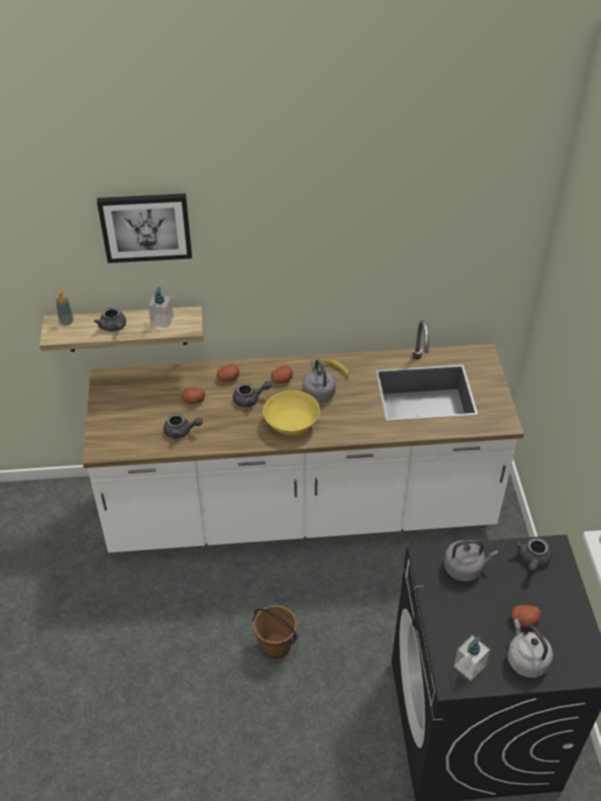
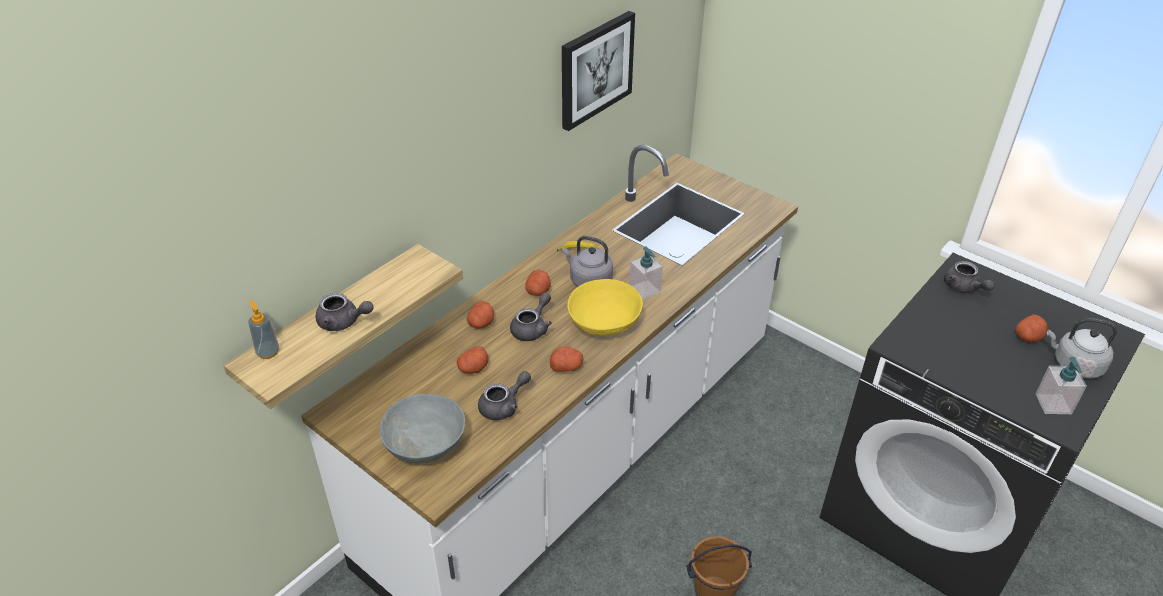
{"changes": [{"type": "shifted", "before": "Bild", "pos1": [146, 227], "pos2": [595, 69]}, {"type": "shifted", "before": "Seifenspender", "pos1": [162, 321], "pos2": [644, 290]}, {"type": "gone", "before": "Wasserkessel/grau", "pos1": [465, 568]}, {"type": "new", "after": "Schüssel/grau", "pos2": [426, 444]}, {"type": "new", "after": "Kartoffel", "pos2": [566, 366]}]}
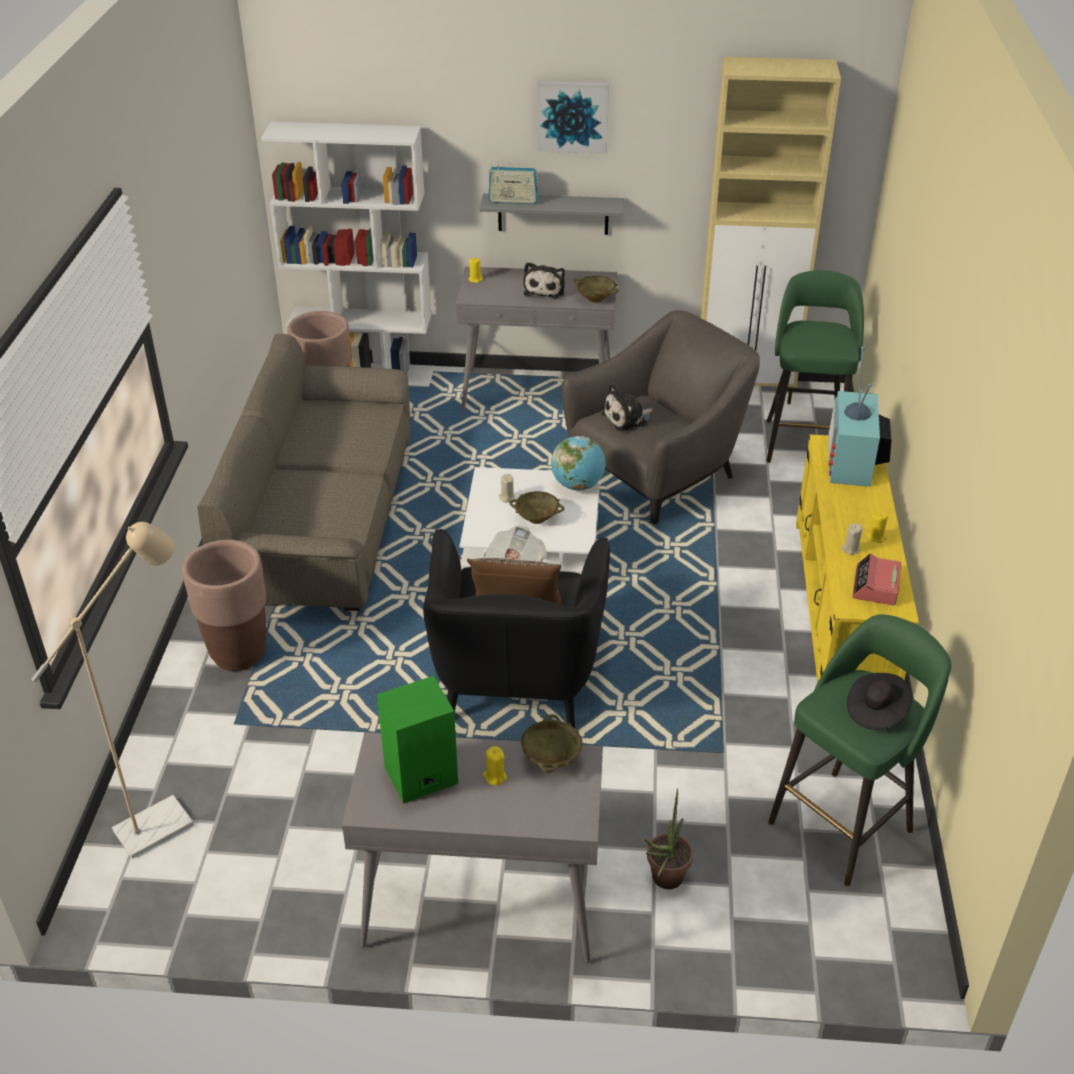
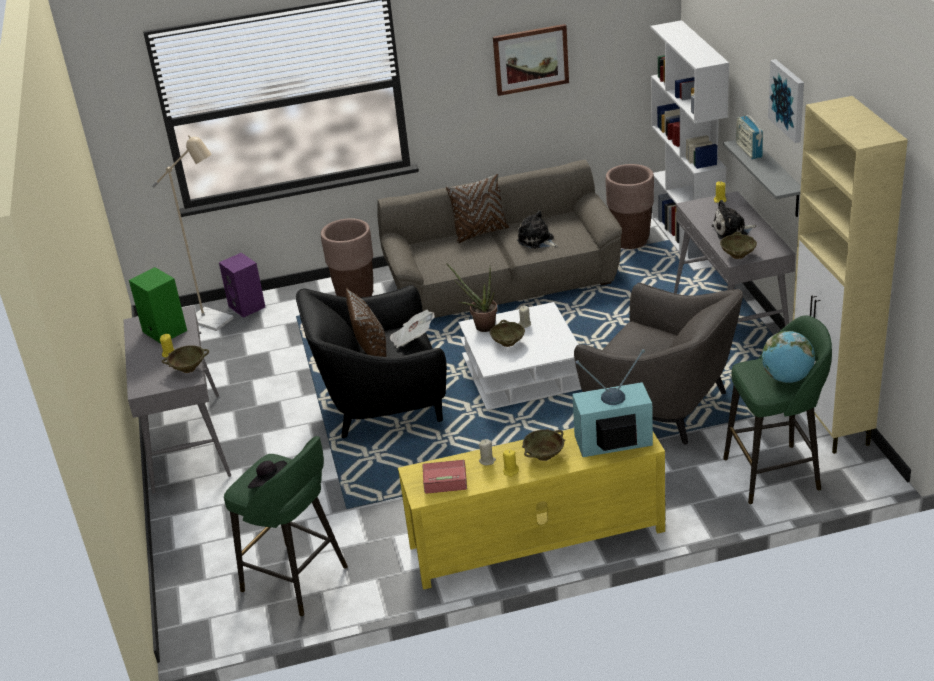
{"changes": [{"type": "shifted", "before": "Globus", "pos1": [578, 485], "pos2": [787, 378]}, {"type": "shifted", "before": "Plüschtier", "pos1": [627, 419], "pos2": [537, 241]}, {"type": "shifted", "before": "Topfpflanze", "pos1": [663, 881], "pos2": [480, 326]}, {"type": "new", "after": "Lautsprecher/lila", "pos2": [248, 307]}, {"type": "new", "after": "Kissen/braun", "pos2": [480, 233]}, {"type": "new", "after": "Bild", "pos2": [530, 59]}, {"type": "new", "after": "Schüssel/beige", "pos2": [544, 455]}]}
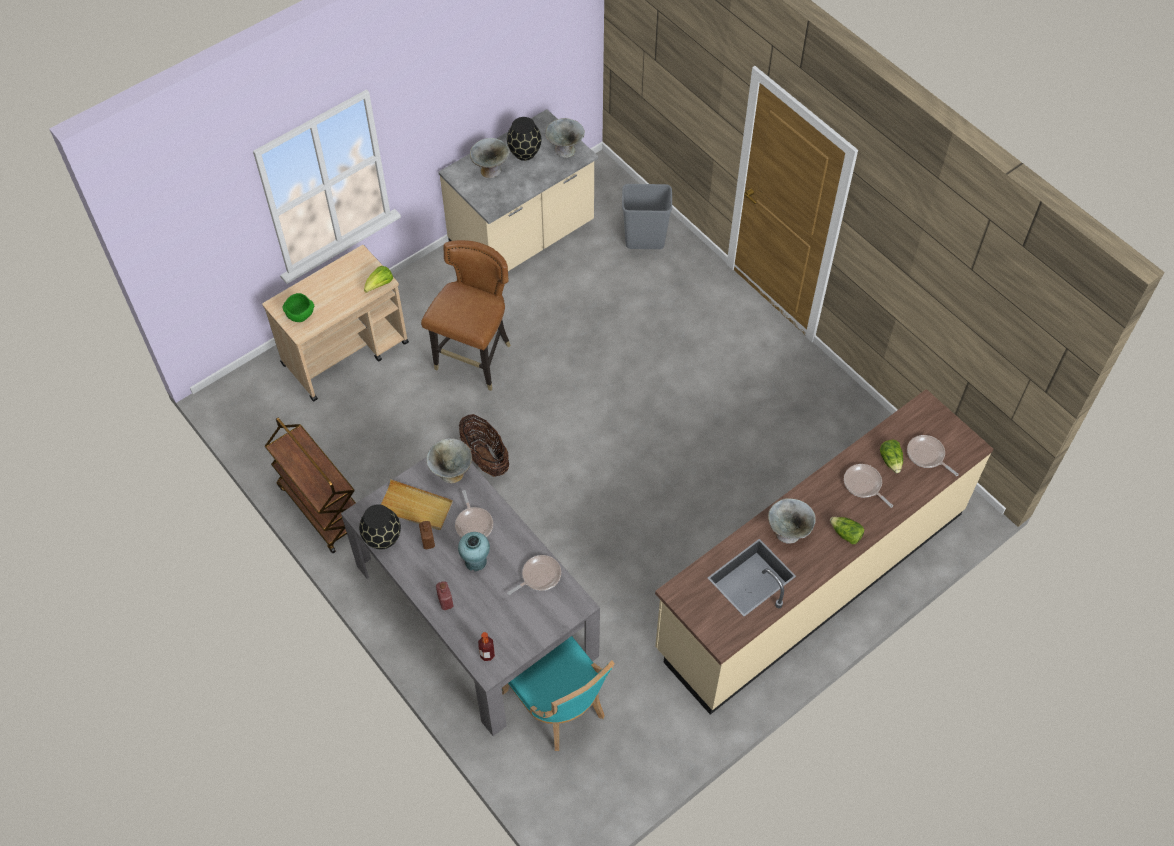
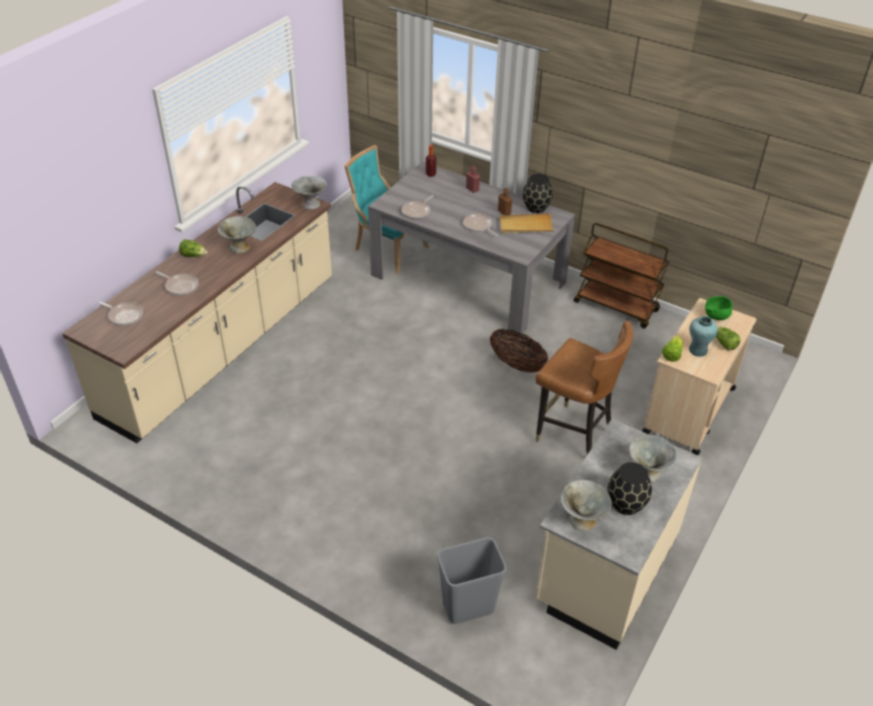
{"changes": [{"type": "rotated", "before": "Stuhl/braun", "pos1": [475, 360], "pos2": [573, 434], "turn": -60}, {"type": "shifted", "before": "Schüssel/grau", "pos1": [451, 473], "pos2": [310, 204]}, {"type": "shifted", "before": "Vase/türkis", "pos1": [476, 561], "pos2": [698, 350]}, {"type": "shifted", "before": "Salatkopf", "pos1": [891, 460], "pos2": [724, 343]}]}
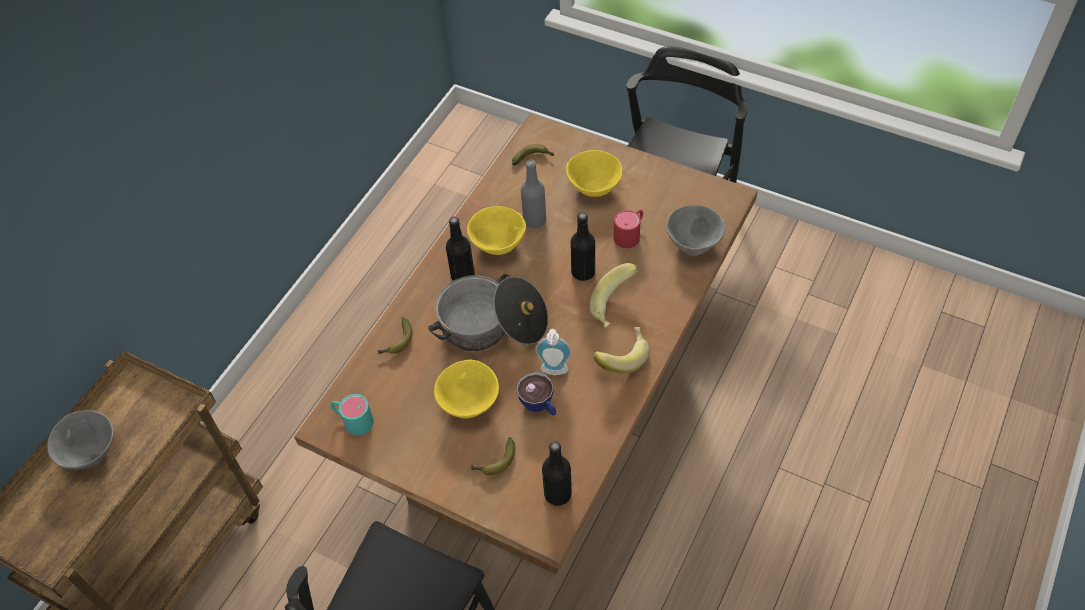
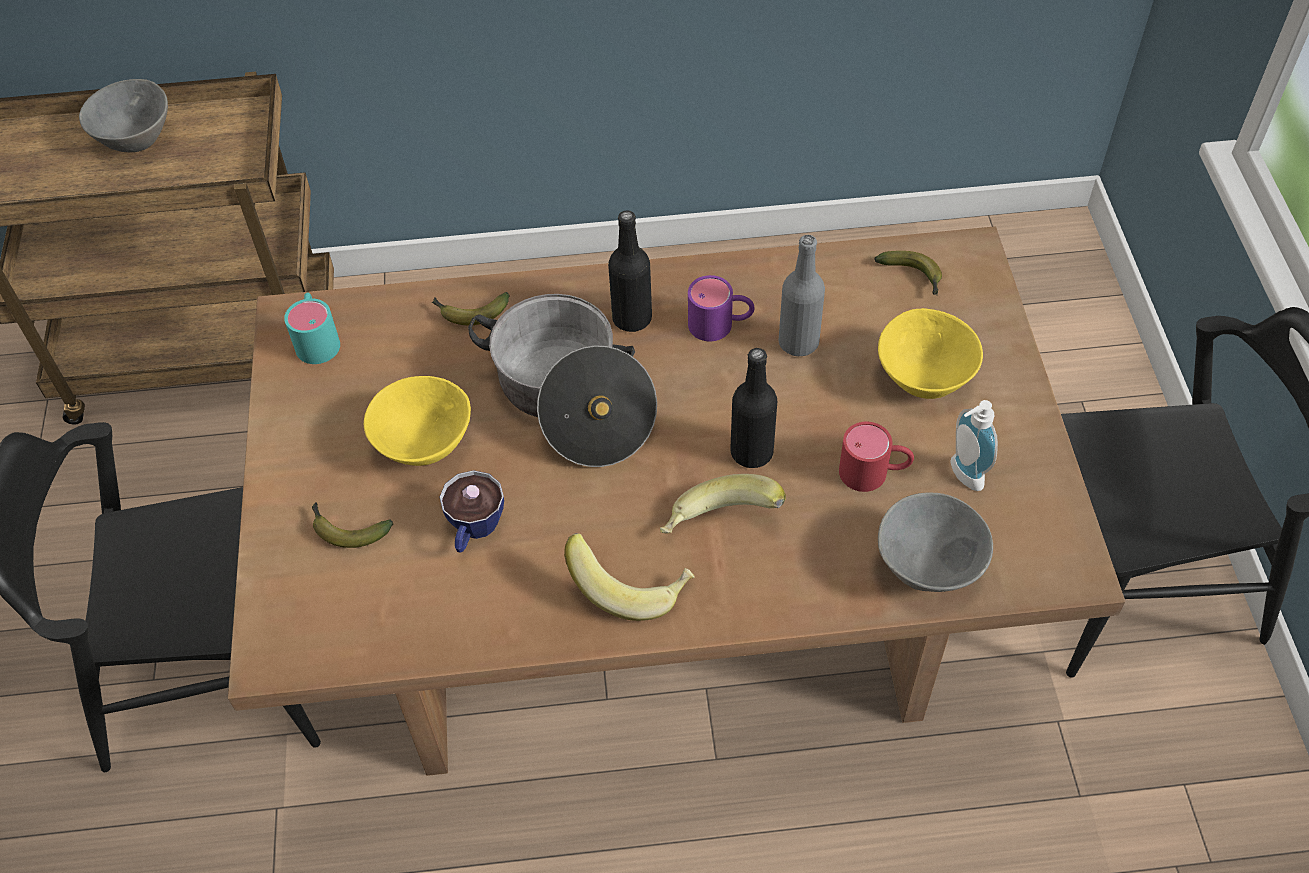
{"changes": [{"type": "swapped", "before": "Schüssel/gelb", "after": "Henkelbecher/lila", "pos1": [498, 243], "pos2": [720, 324]}, {"type": "shifted", "before": "Seifenspender", "pos1": [554, 372], "pos2": [962, 476]}, {"type": "gone", "before": "Flasche/schwarz", "pos1": [558, 494]}]}
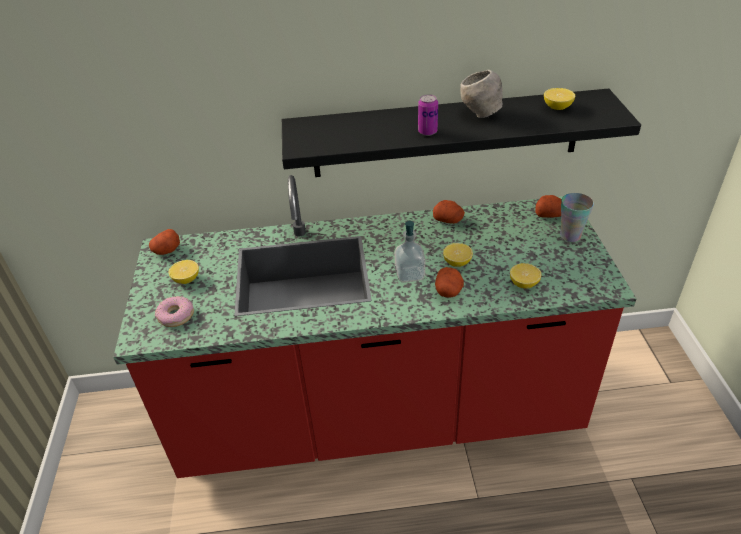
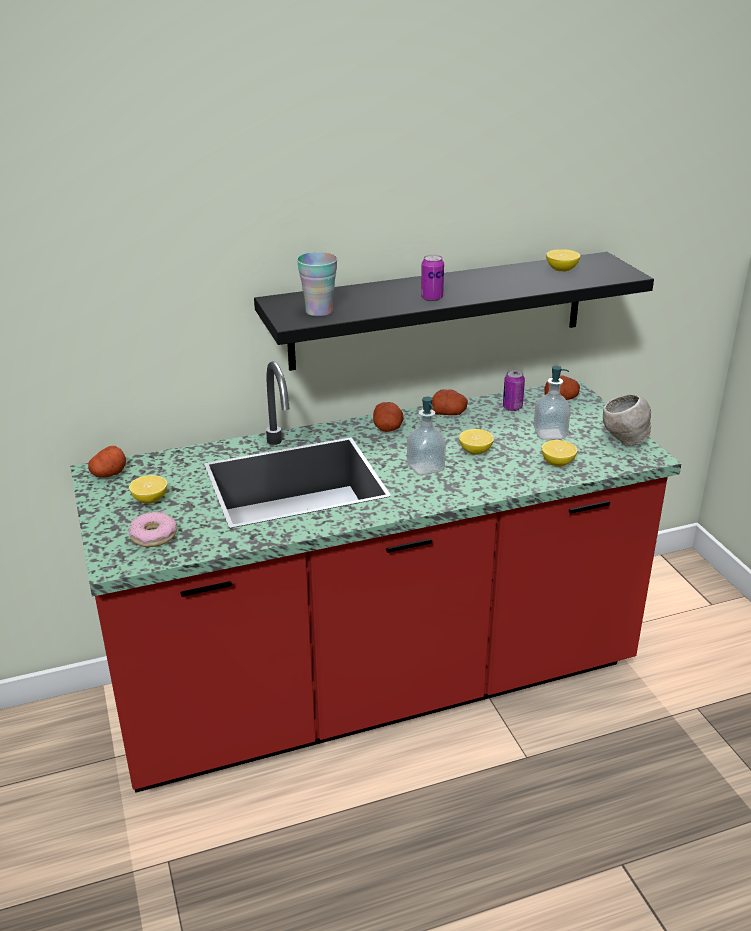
{"changes": [{"type": "shifted", "before": "Kartoffel", "pos1": [448, 291], "pos2": [388, 428]}, {"type": "shifted", "before": "Schüssel/grau", "pos1": [480, 114], "pos2": [624, 442]}, {"type": "shifted", "before": "Tasse", "pos1": [570, 236], "pos2": [319, 311]}, {"type": "new", "after": "Dose", "pos2": [512, 407]}, {"type": "new", "after": "Seifenspender", "pos2": [550, 433]}]}
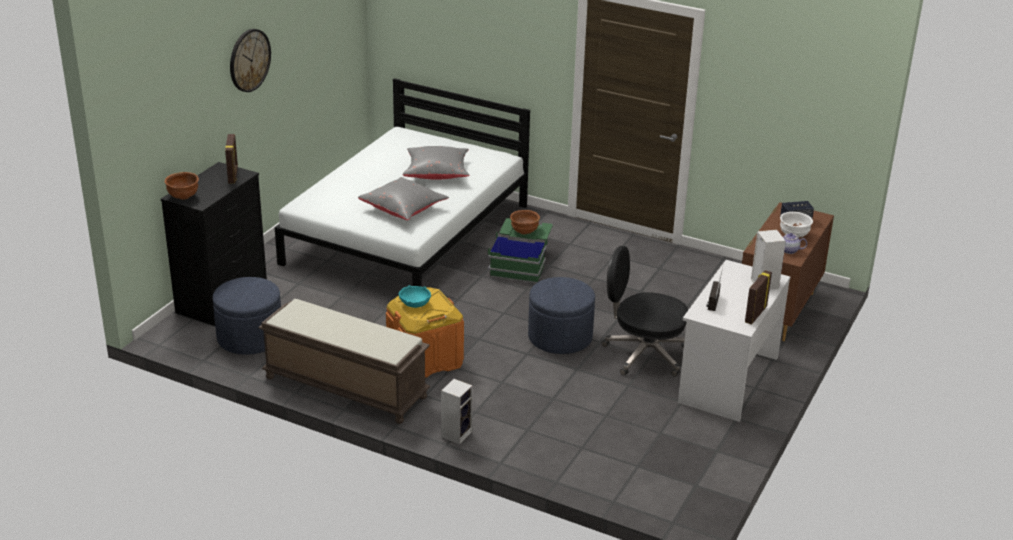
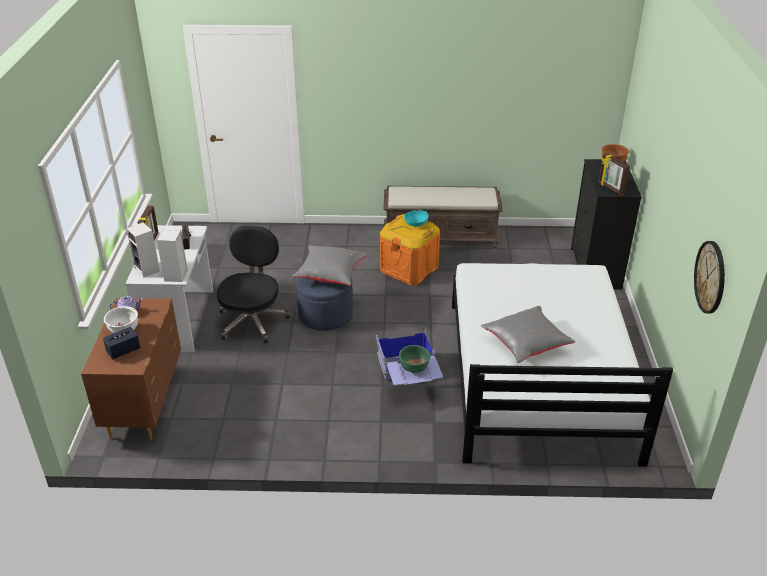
{"changes": [{"type": "gone", "before": "Polsterhocker/blau", "pos1": [250, 338]}, {"type": "shifted", "before": "Wanduhr", "pos1": [249, 60], "pos2": [710, 277]}, {"type": "shifted", "before": "Kissen/grau", "pos1": [404, 210], "pos2": [330, 275]}, {"type": "shifted", "before": "Lautsprecher", "pos1": [456, 433], "pos2": [176, 276]}, {"type": "repainted", "before": "Aufbewahrungsbox/grün", "after": "Aufbewahrungsbox/blau", "pos1": [521, 263], "pos2": [409, 379]}, {"type": "repainted", "before": "Schüssel/braun", "after": "Schüssel/grün", "pos1": [524, 232], "pos2": [414, 369]}, {"type": "rotated", "before": "Bürostuhl/schwarz", "pos1": [643, 354], "pos2": [253, 321], "turn": -75}]}
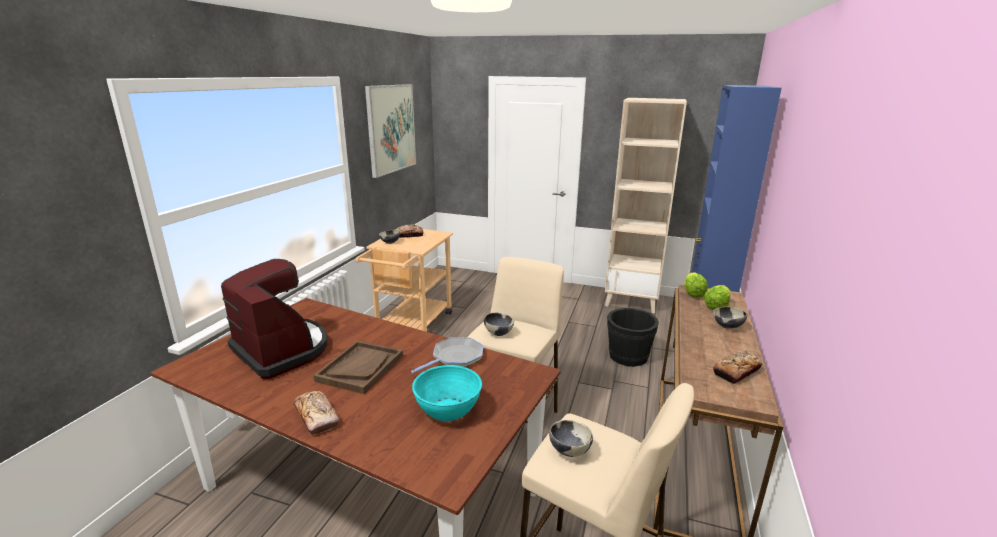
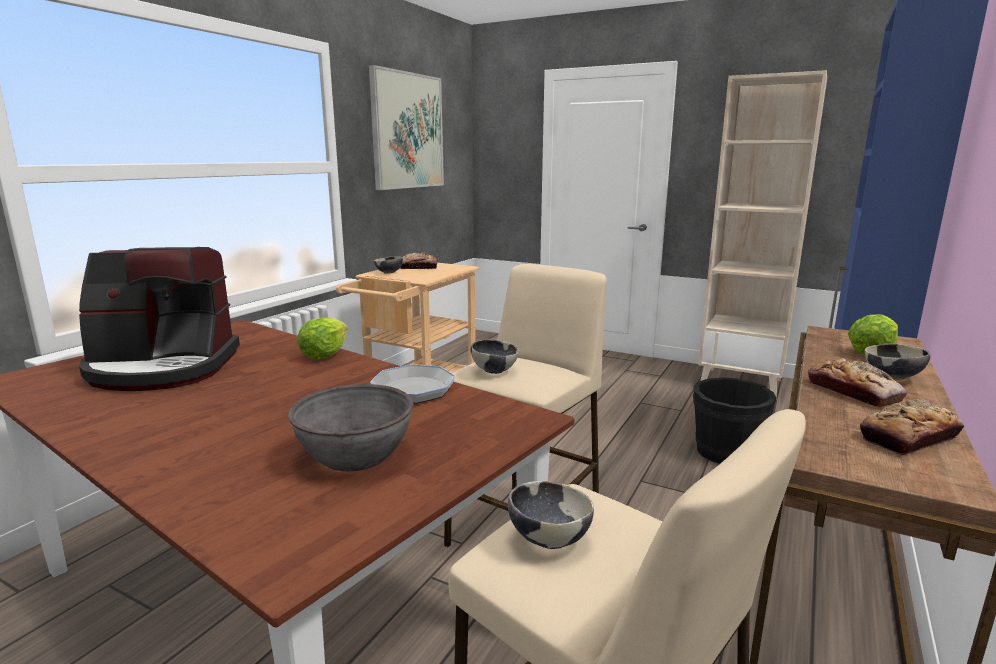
{"changes": [{"type": "rotated", "before": "Kaffeemaschine", "pos1": [282, 350], "pos2": [163, 368], "turn": 120}, {"type": "shifted", "before": "Brot", "pos1": [316, 417], "pos2": [853, 392]}, {"type": "gone", "before": "Tablett/braun", "pos1": [360, 368]}, {"type": "repainted", "before": "Schüssel/türkis", "after": "Schüssel/grau", "pos1": [448, 410], "pos2": [355, 456]}, {"type": "shifted", "before": "Salatkopf", "pos1": [693, 294], "pos2": [324, 355]}]}
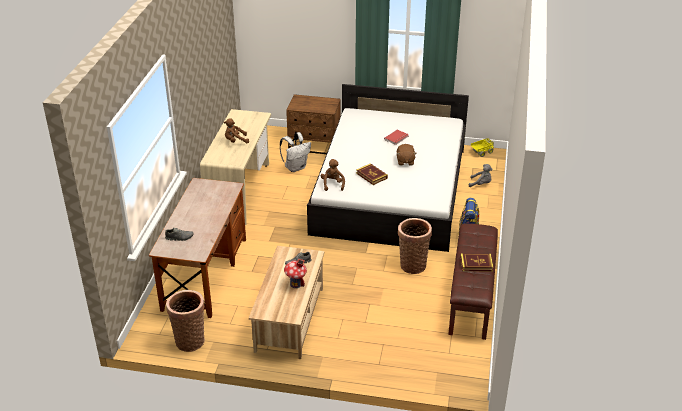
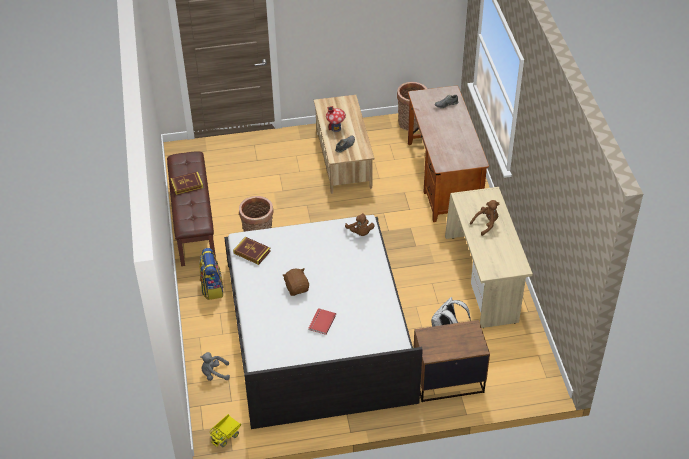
{"changes": [{"type": "shifted", "before": "Buch", "pos1": [371, 176], "pos2": [252, 252]}]}
